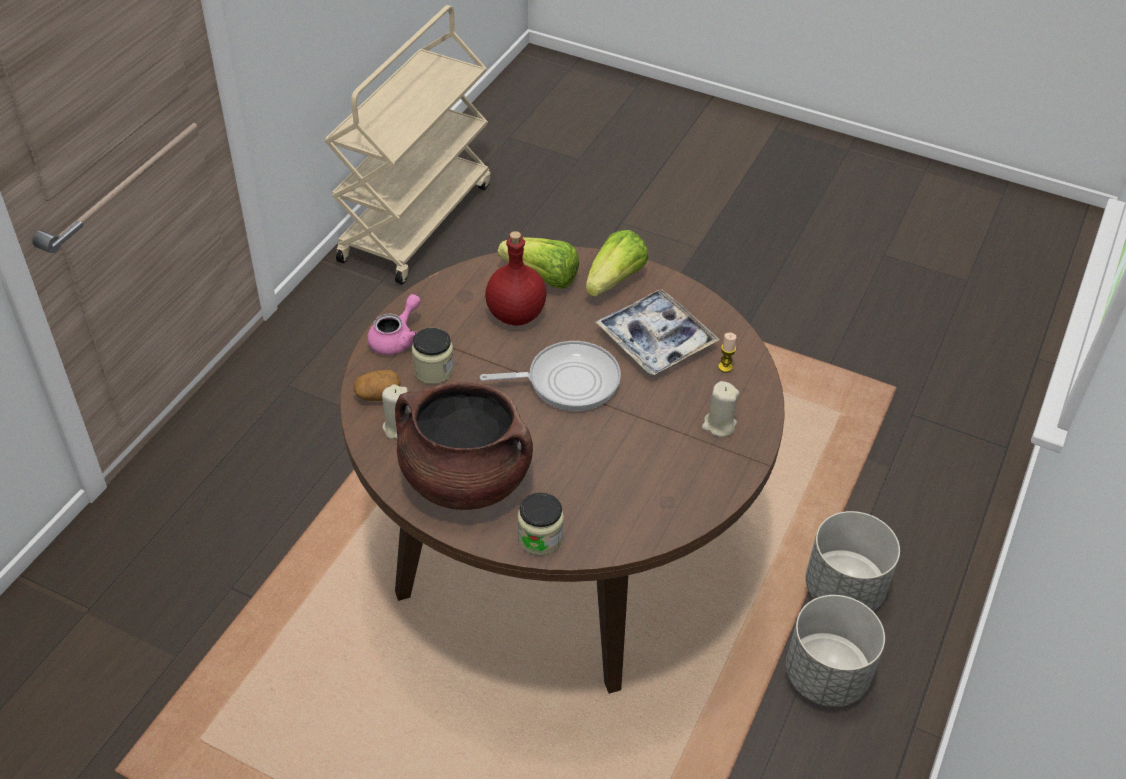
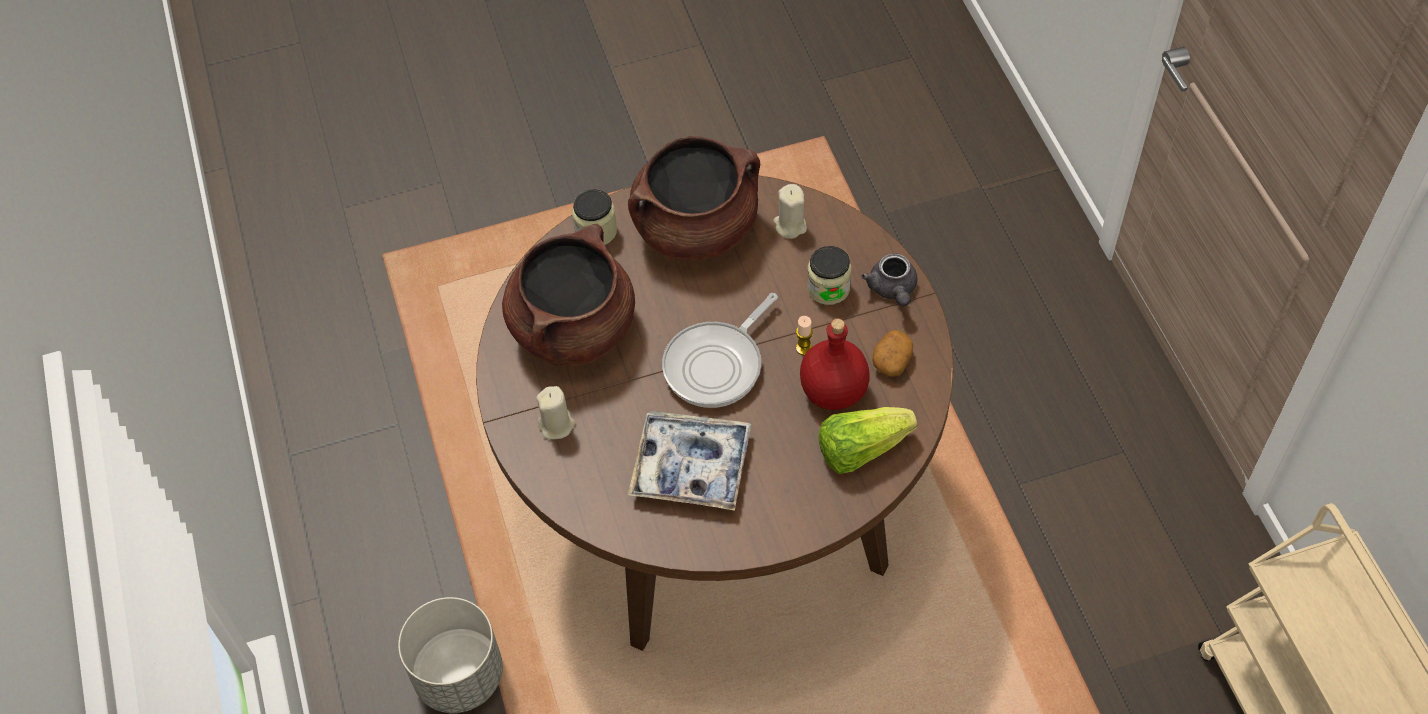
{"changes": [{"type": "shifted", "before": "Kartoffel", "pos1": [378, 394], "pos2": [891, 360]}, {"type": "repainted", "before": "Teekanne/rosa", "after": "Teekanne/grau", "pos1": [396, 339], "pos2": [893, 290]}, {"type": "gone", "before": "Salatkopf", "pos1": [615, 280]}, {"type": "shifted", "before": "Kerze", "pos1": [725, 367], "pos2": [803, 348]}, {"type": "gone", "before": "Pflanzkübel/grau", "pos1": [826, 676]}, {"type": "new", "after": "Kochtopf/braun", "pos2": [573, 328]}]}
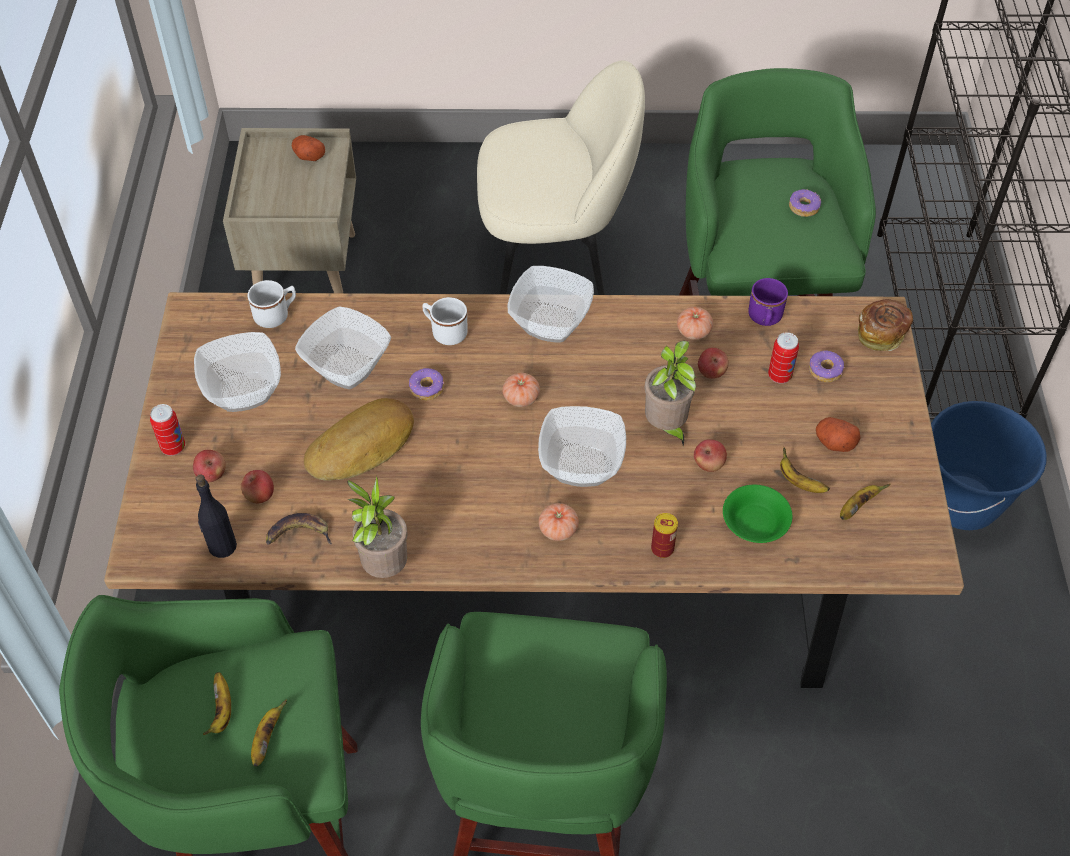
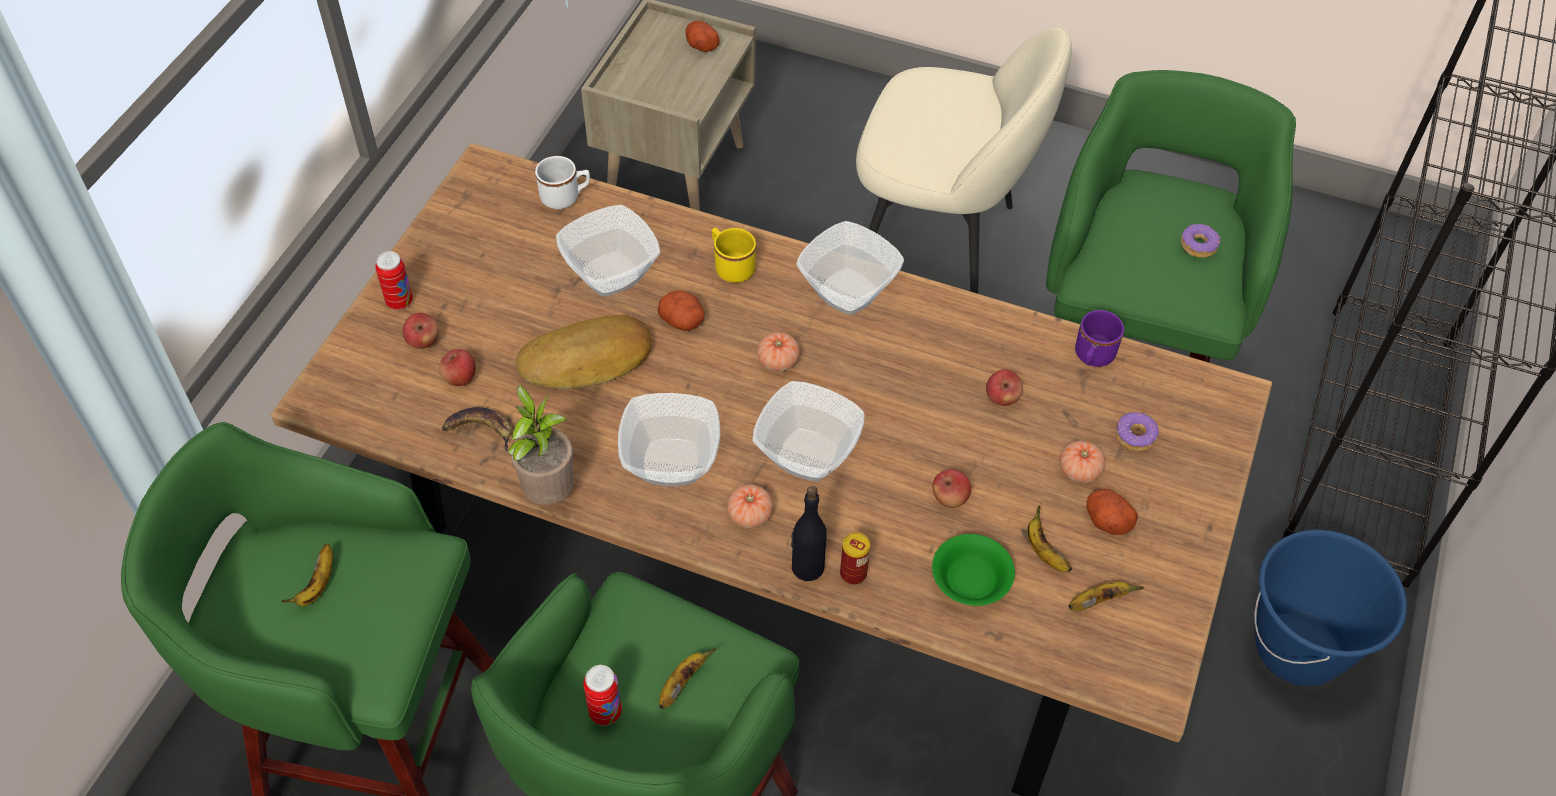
{"changes": [{"type": "shifted", "before": "Schüssel", "pos1": [244, 391], "pos2": [672, 461]}, {"type": "shifted", "before": "Flasche/schwarz", "pos1": [222, 546], "pos2": [807, 567]}, {"type": "shifted", "before": "Banane", "pos1": [266, 739], "pos2": [682, 683]}, {"type": "swapped", "before": "Donut", "after": "Kartoffel", "pos1": [427, 388], "pos2": [683, 320]}, {"type": "repainted", "before": "Henkelbecher/weiß", "after": "Henkelbecher/gelb", "pos1": [445, 332], "pos2": [731, 266]}, {"type": "gone", "before": "Topfpflanze", "pos1": [666, 427]}, {"type": "shifted", "before": "Tomate", "pos1": [693, 331], "pos2": [1079, 471]}, {"type": "shifted", "before": "Dose", "pos1": [779, 376], "pos2": [605, 712]}, {"type": "gone", "before": "Brot", "pos1": [881, 333]}]}
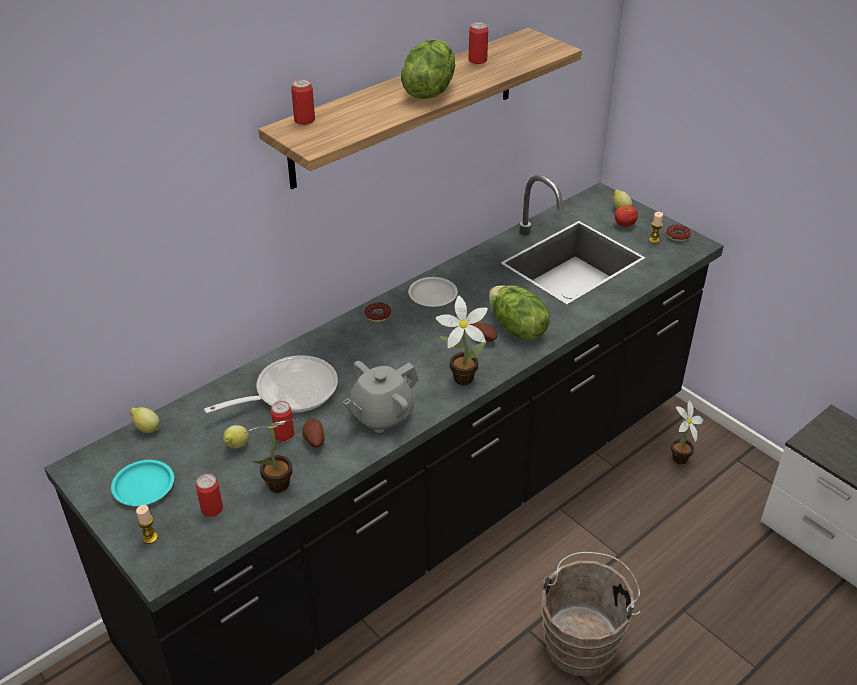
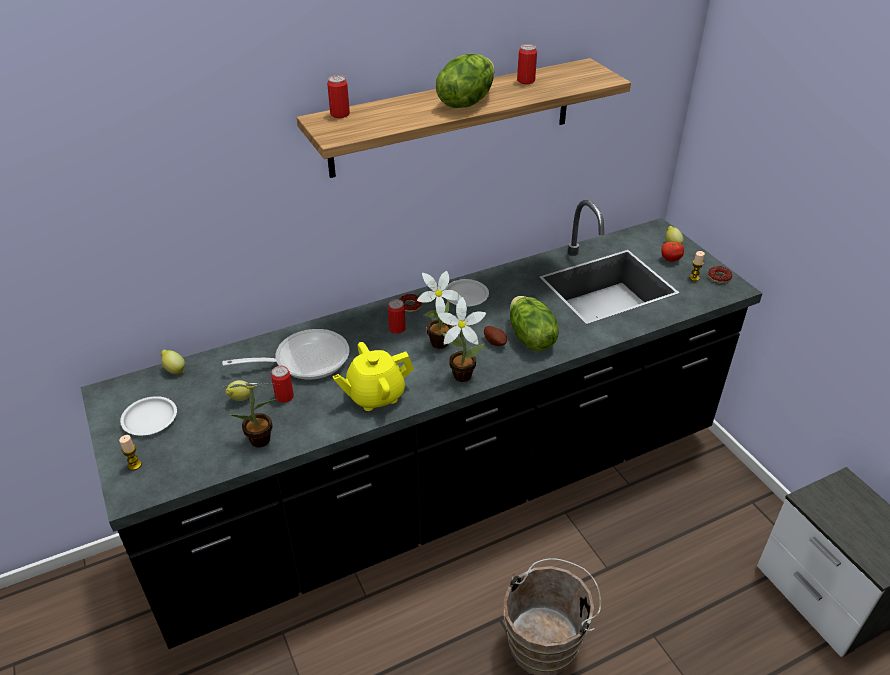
{"changes": [{"type": "repainted", "before": "Teller/türkis", "after": "Teller/weiß", "pos1": [144, 486], "pos2": [150, 419]}, {"type": "shifted", "before": "Dose", "pos1": [212, 509], "pos2": [397, 329]}, {"type": "gone", "before": "Kartoffel", "pos1": [314, 440]}, {"type": "repainted", "before": "Teekanne/grau", "after": "Teekanne/gelb", "pos1": [381, 415], "pos2": [375, 395]}, {"type": "shifted", "before": "Topfpflanze", "pos1": [678, 460], "pos2": [436, 344]}]}
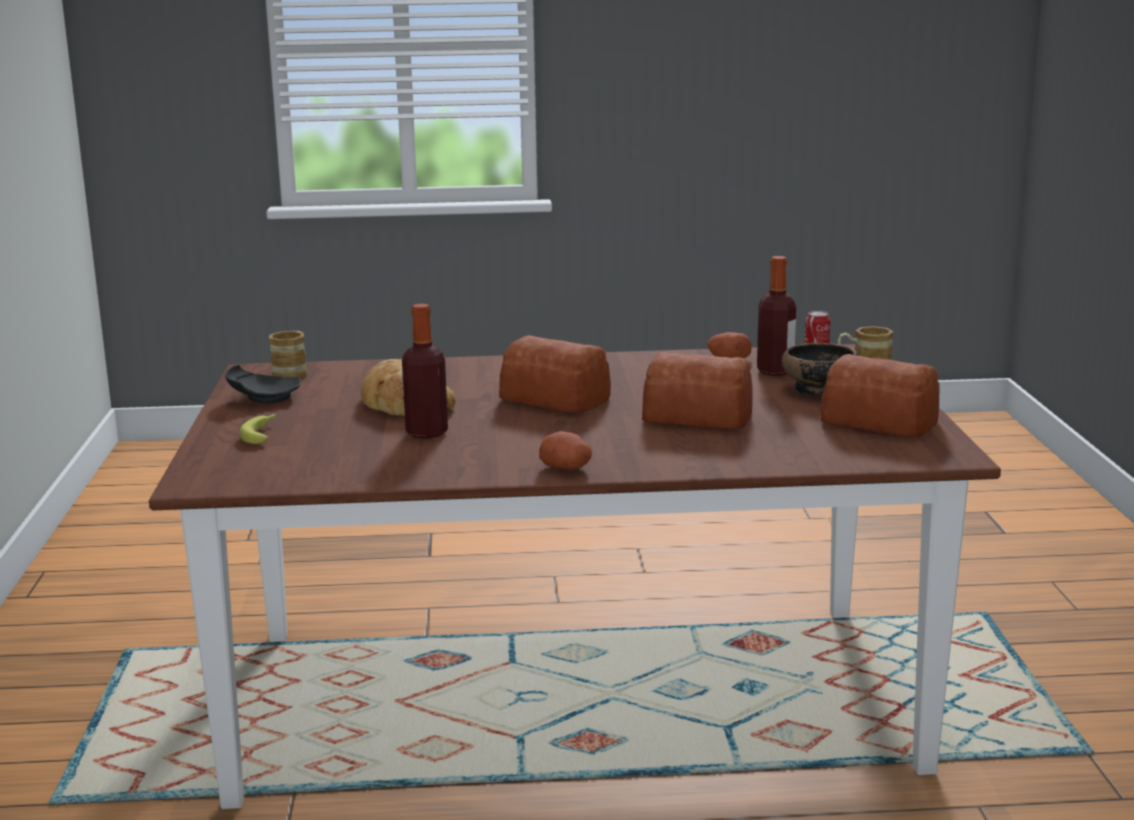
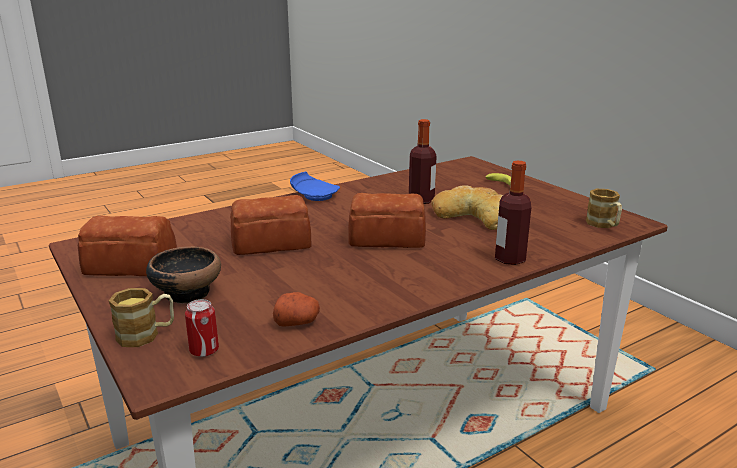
{"changes": [{"type": "gone", "before": "Teller/schwarz", "pos1": [263, 398]}, {"type": "swapped", "before": "Kartoffel", "after": "Teller/blau", "pos1": [567, 467], "pos2": [314, 196]}, {"type": "shifted", "before": "Flasche", "pos1": [775, 371], "pos2": [510, 259]}]}
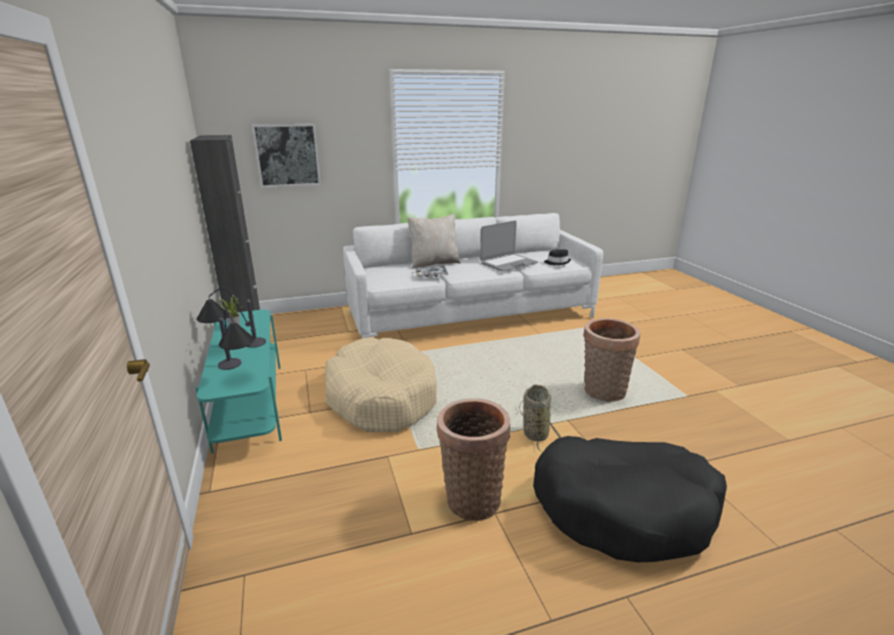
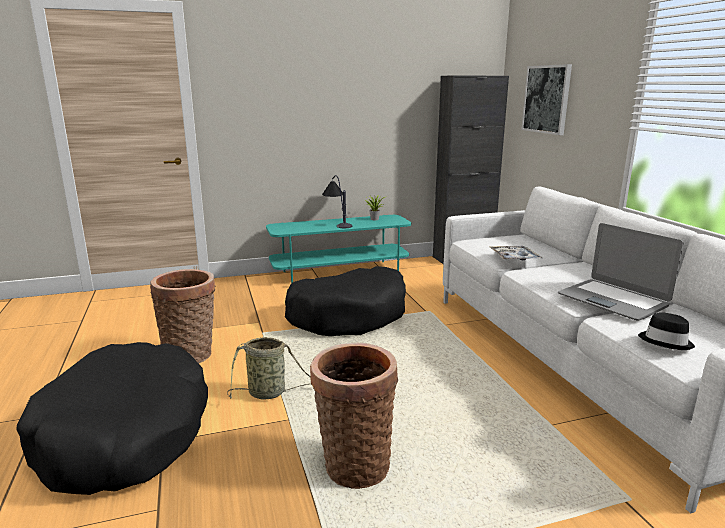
{"changes": [{"type": "gone", "before": "Tischlampe", "pos1": [238, 372]}, {"type": "repainted", "before": "Hundebett/beige", "after": "Hundebett/schwarz", "pos1": [381, 397], "pos2": [348, 315]}, {"type": "gone", "before": "Kissen/beige", "pos1": [434, 263]}]}
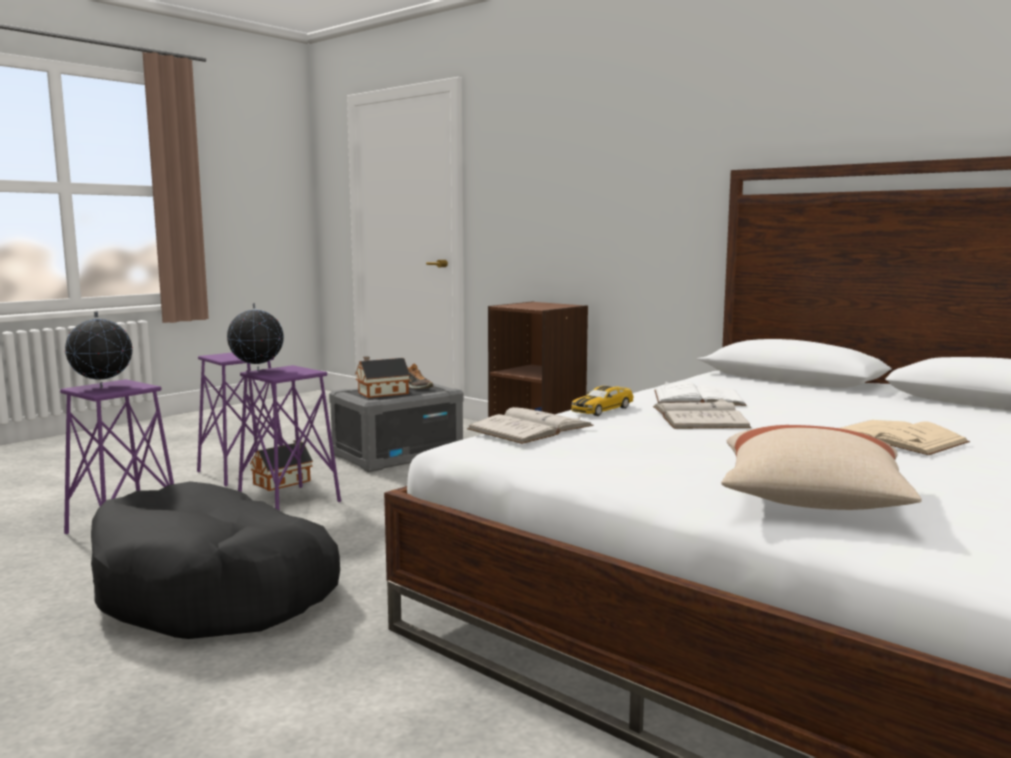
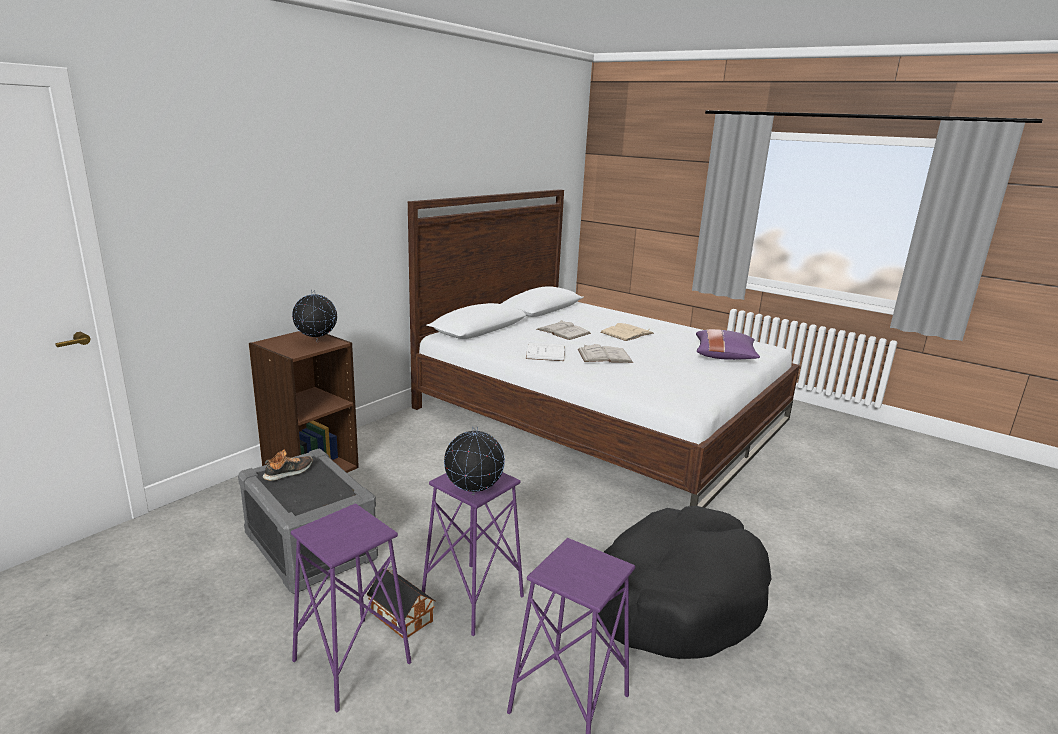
{"changes": [{"type": "shifted", "before": "Globus", "pos1": [102, 387], "pos2": [316, 342]}, {"type": "gone", "before": "Spielzeughaus", "pos1": [381, 393]}, {"type": "shifted", "before": "Buch/weiß", "pos1": [530, 427], "pos2": [563, 331]}, {"type": "gone", "before": "Spielzeugauto", "pos1": [601, 410]}, {"type": "repainted", "before": "Kissen/beige", "after": "Kissen/lila", "pos1": [811, 502], "pos2": [724, 356]}]}
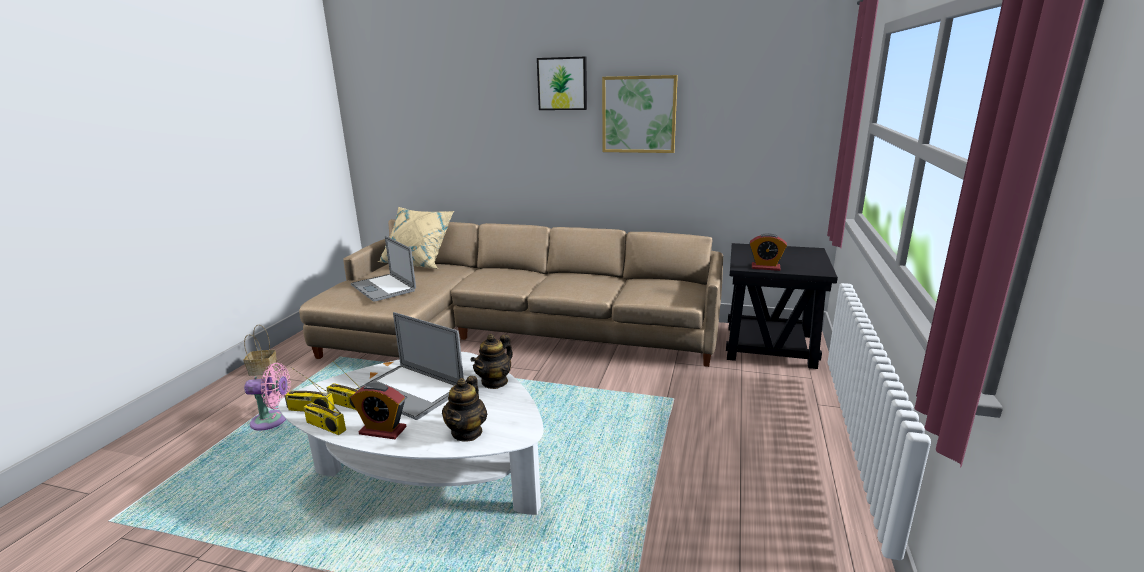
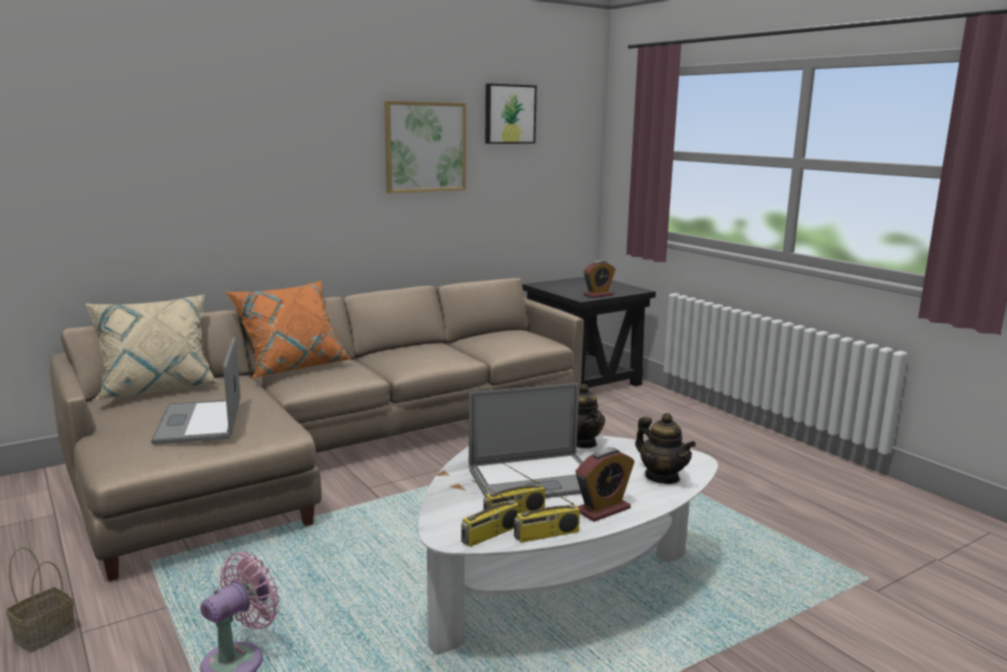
{"changes": [{"type": "rotated", "before": "Laptop", "pos1": [383, 288], "pos2": [199, 422], "turn": 75}, {"type": "shifted", "before": "Bild", "pos1": [562, 83], "pos2": [509, 114]}, {"type": "new", "after": "Kissen/orange", "pos2": [293, 367]}]}
